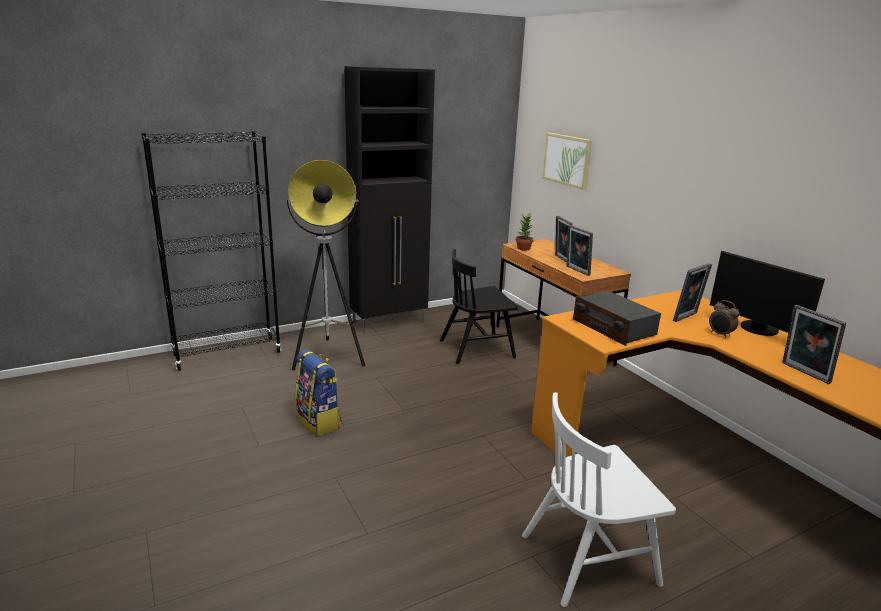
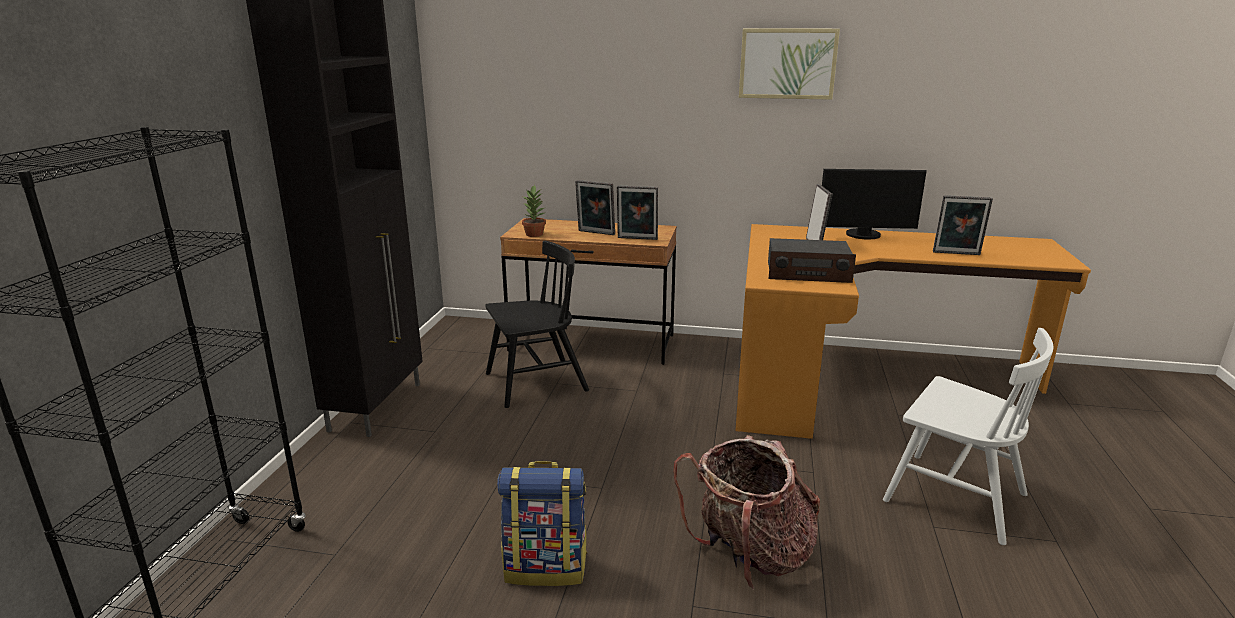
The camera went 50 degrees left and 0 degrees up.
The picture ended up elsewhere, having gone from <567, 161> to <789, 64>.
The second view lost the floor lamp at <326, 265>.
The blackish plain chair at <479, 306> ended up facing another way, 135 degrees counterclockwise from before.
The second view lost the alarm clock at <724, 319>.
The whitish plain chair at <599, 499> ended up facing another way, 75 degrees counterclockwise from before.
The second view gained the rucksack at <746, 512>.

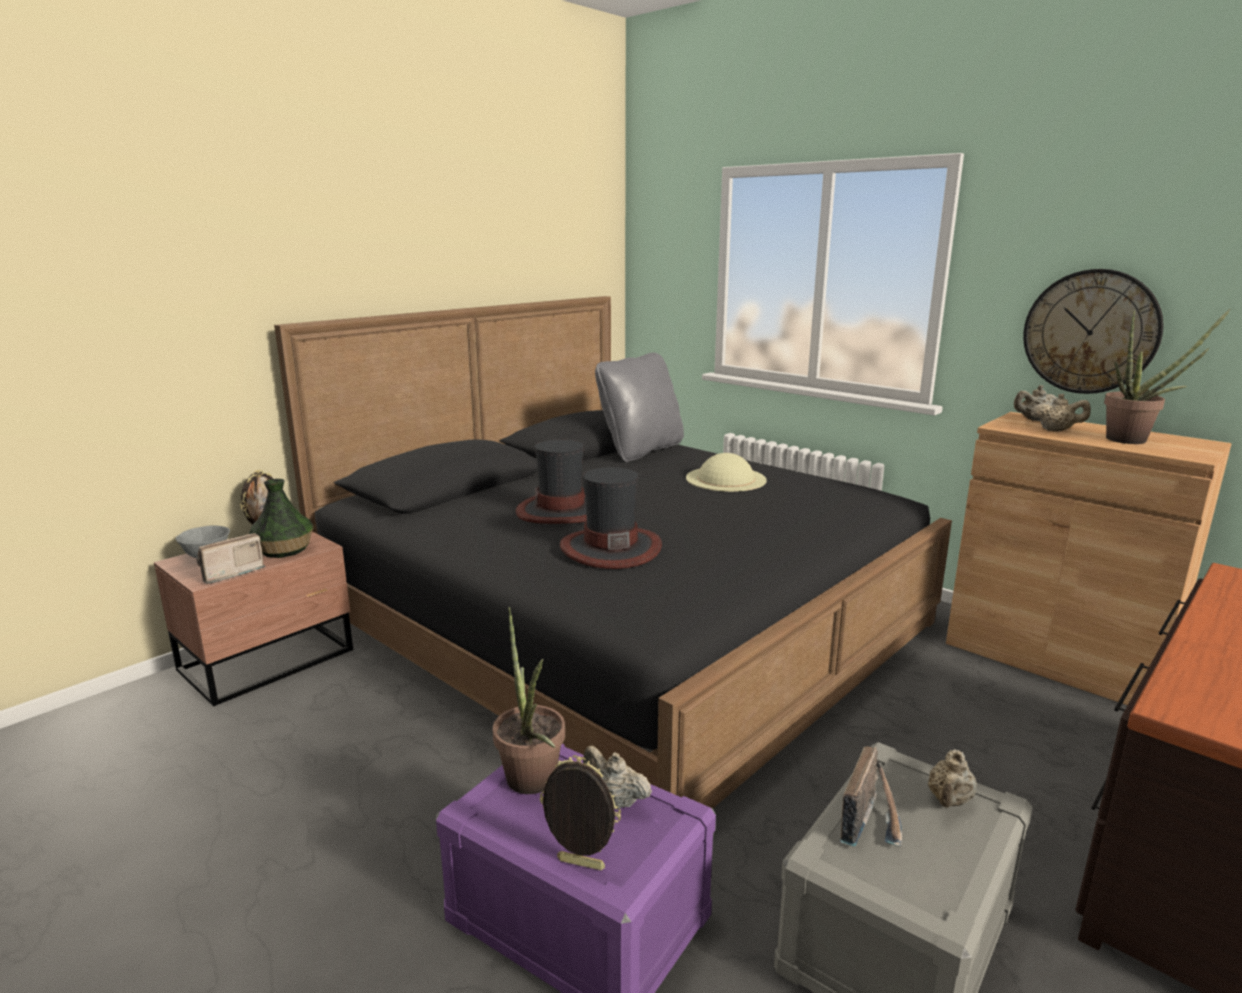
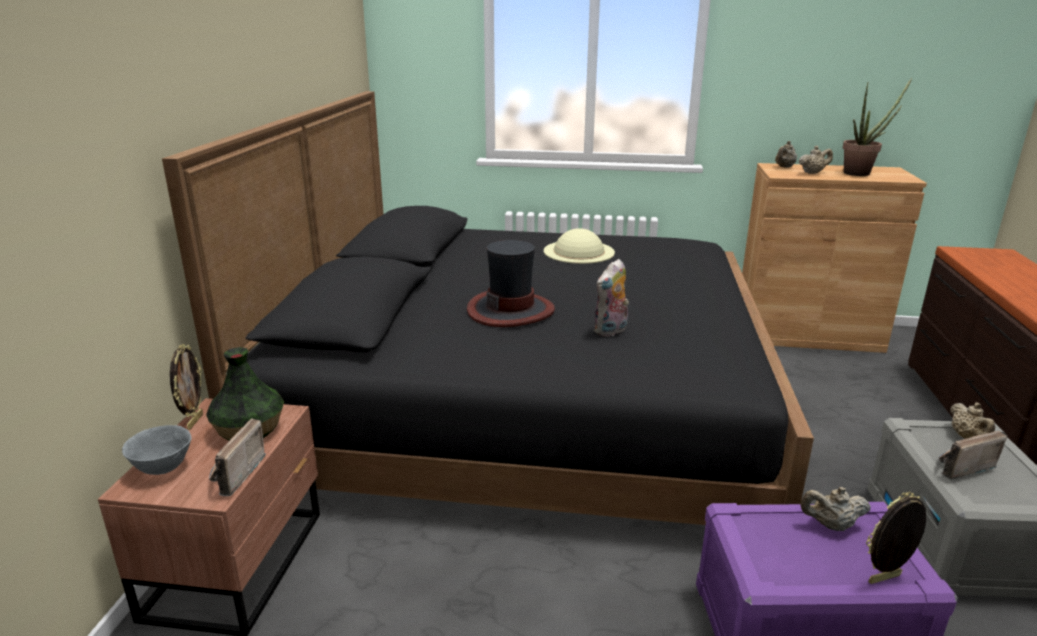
The camera went 35 degrees left and 5 degrees up.
The second view lost the clock on the wall at <1093, 331>.
The second view lost the gray pillow at <639, 407>.
Where the hat stood at <611, 518>, the soft toy came to stand at <611, 298>.
The second view lost the plant in a pot at <529, 700>.
The radio receiver at <870, 796> ended up facing another way, 105 degrees counterclockwise from before.

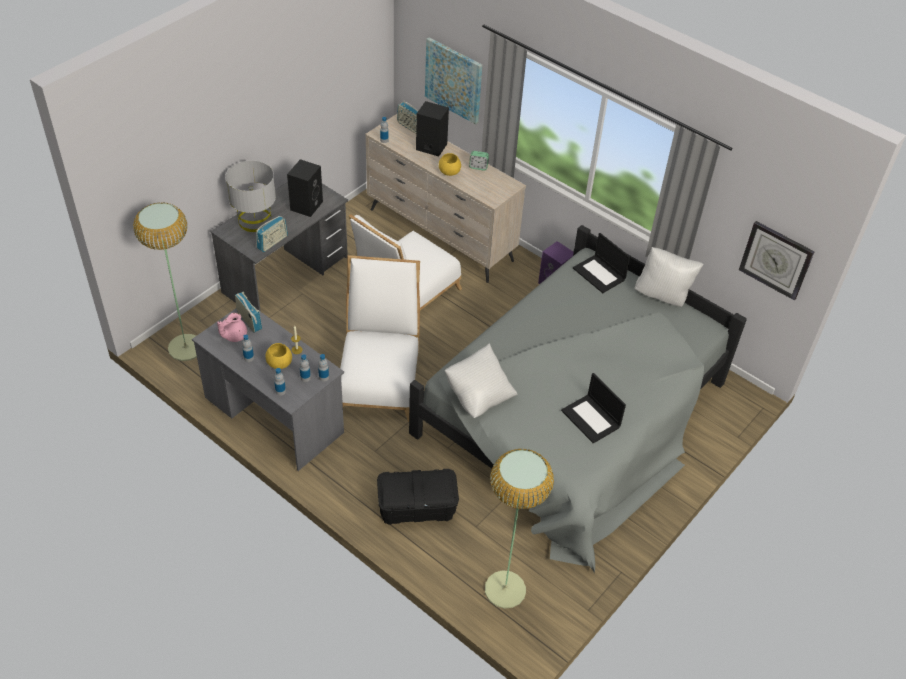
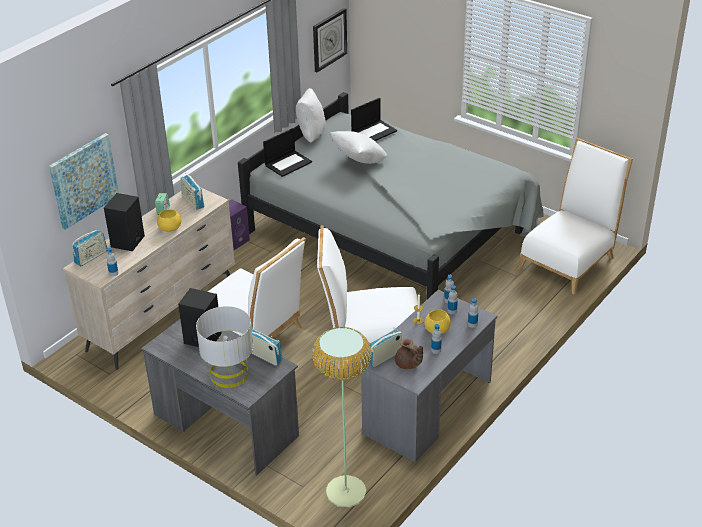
The camera went 90 degrees left and 10 degrees down.
What was the pinkish pot for tea at <232, 327> turned into the brown pot for tea at <409, 354>.
The whitish pillow ended up elsewhere, having gone from <481, 380> to <359, 147>.
The portable computer ended up elsewhere, having gone from <593, 408> to <374, 119>.
Where the floor lamp stood at <519, 529>, the whitish plain chair came to stand at <575, 216>.
The second view lost the blackish storage bin at <418, 497>.
The second view gained the radio receiver at <192, 191>.

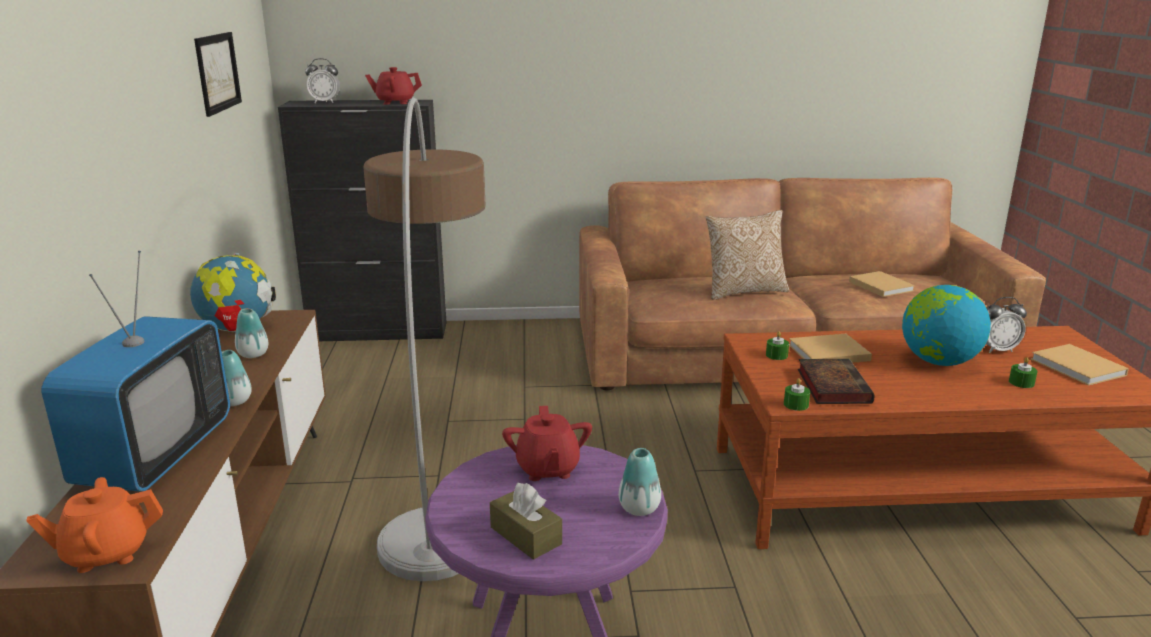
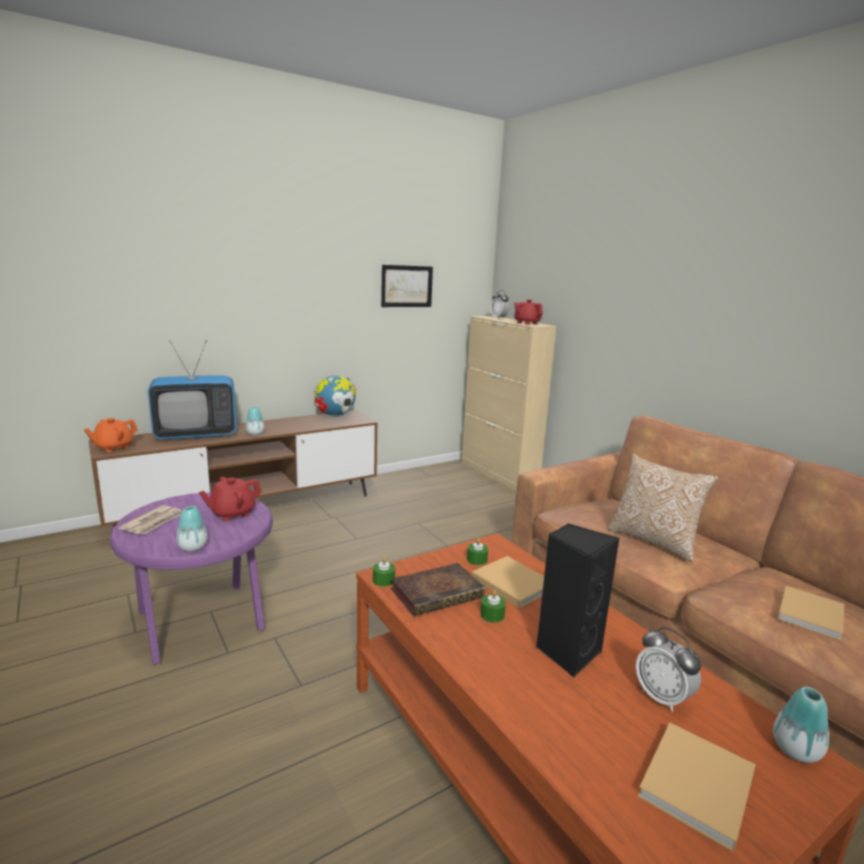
The camera went 60 degrees right and 5 degrees down.
The second view lost the floor lamp at <424, 339>.
What was the blackish storage cabinet at <362, 220> turned into the sand-coloured storage cabinet at <509, 404>.
Where the desk globe stood at <946, 325>, the blackish loudspeaker came to stand at <577, 600>.
The flower vase ended up elsewhere, having gone from <251, 333> to <801, 725>.
The green-coloured candle ended up elsewhere, having gone from <1023, 372> to <493, 606>.
The orange-coloured pot for tea at <94, 525> ended up facing another way, 90 degrees counterclockwise from before.
Where the brown tissue box stood at <526, 521>, the newspaper came to stand at <150, 519>.

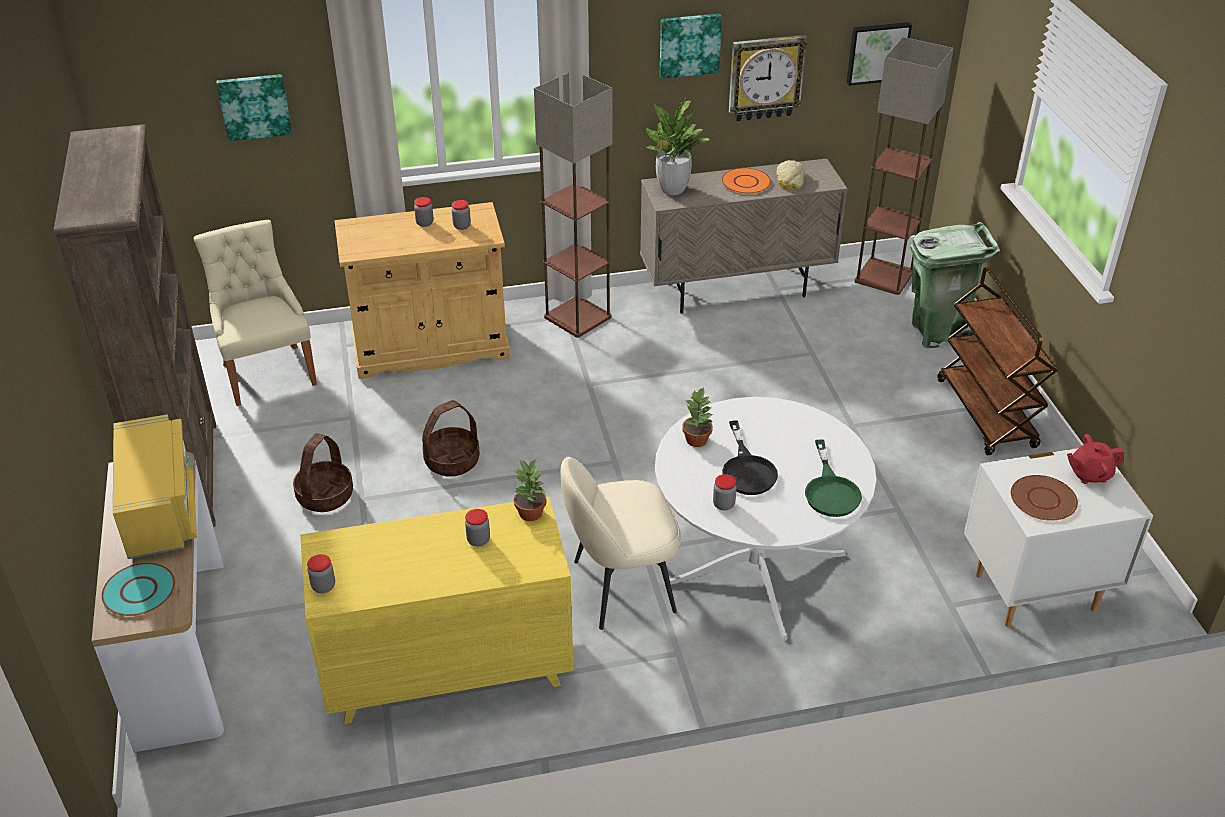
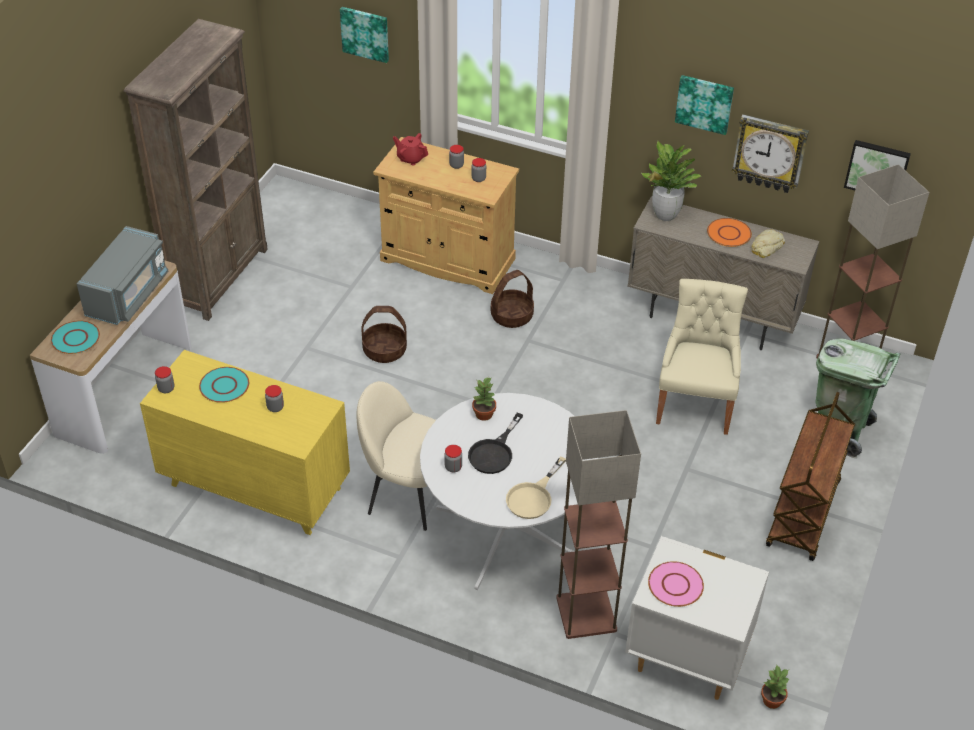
The camera went 35 degrees right and 5 degrees up.
The floor lamp ended up elsewhere, having gone from <573, 205> to <598, 524>.
The sand-coloured plain chair ended up elsewhere, having gone from <255, 313> to <702, 357>.
What was the yellowish kitchen microwave at <155, 486> turned into the gray kitchen microwave at <122, 275>.
The household basket ended up elsewhere, having gone from <323, 472> to <512, 299>.
The red pot for tea ended up elsewhere, having gone from <1095, 459> to <410, 149>.
What was the green-coloured skillet at <833, 478> turned into the sand-coloured skillet at <536, 487>.
The plant in a pot ended up elsewhere, having gone from <530, 490> to <775, 687>.
What was the brown plate at <1044, 498> turned into the pinkish plate at <676, 584>.
The second view gained the turquoise plate at <224, 385>.

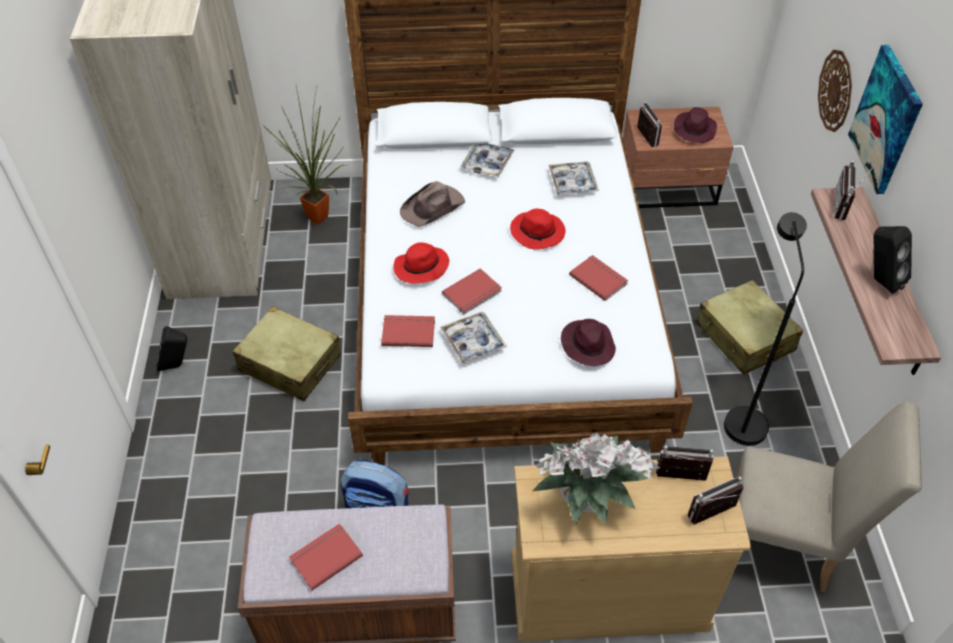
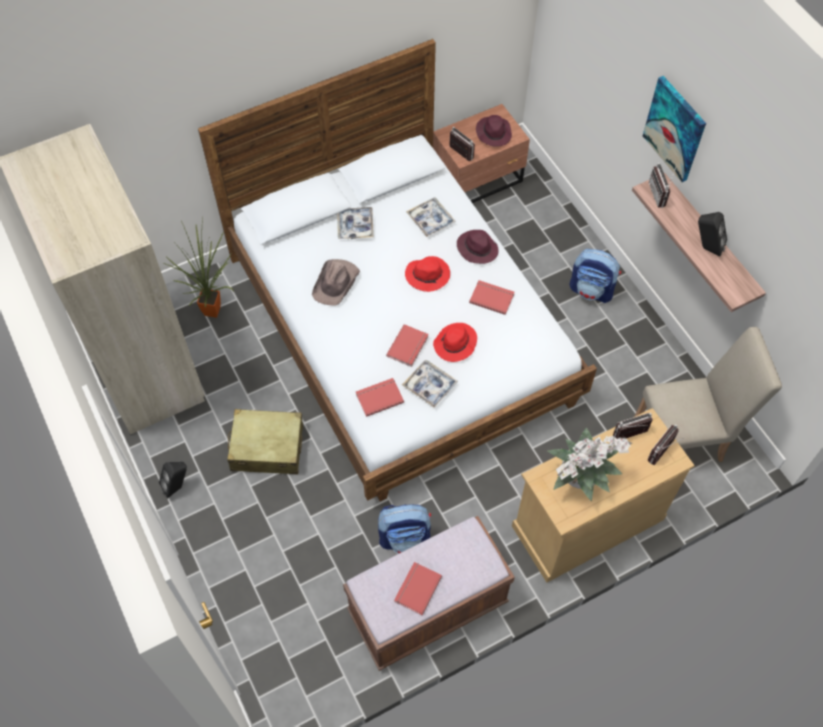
The camera went 25 degrees left and 10 degrees up.
The second view lost the clock on the wall at <835, 91>.
The second view lost the blackish floor lamp at <765, 329>.
The red hat ended up elsewhere, having gone from <421, 262> to <455, 342>.
Where the sand-coloured suitcase stood at <749, 327>, the rucksack came to stand at <595, 276>.
The purple-coloured hat ended up elsewhere, having gone from <588, 342> to <478, 247>.

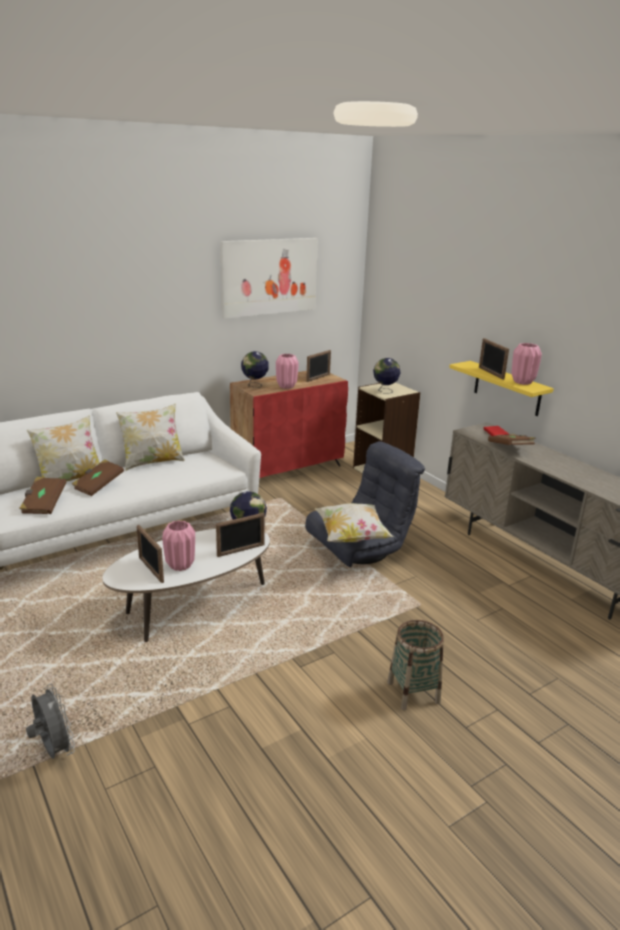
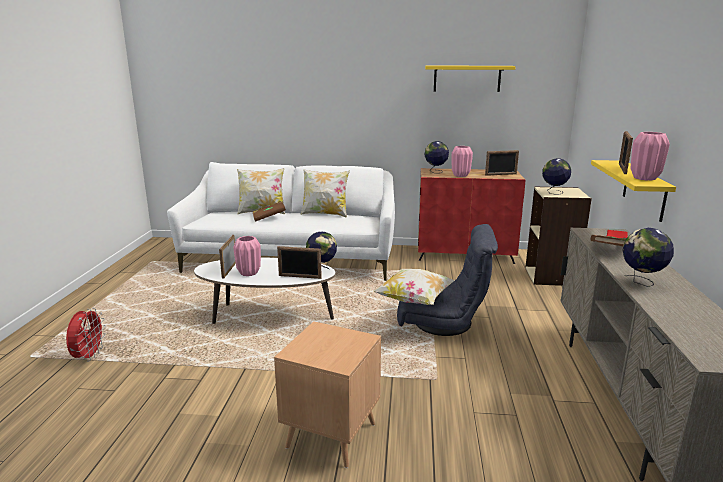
The camera went 40 degrees right and 5 degrees down.
Where the picture hung at <269, 278>, the yellowish wall shelf came to hang at <470, 79>.
The second view lost the brown bound book at <43, 495>.
Where the household basket stood at <416, 665>, the brown accent table came to stand at <327, 394>.
What was the gray cooling fan at <50, 721> turned into the red cooling fan at <86, 334>.
The second view gained the desk globe at <648, 257>.

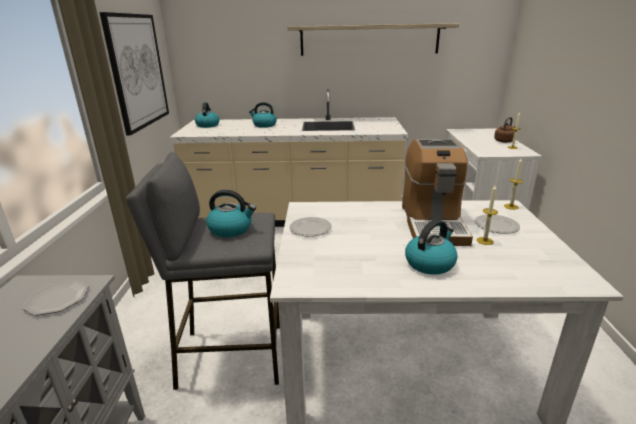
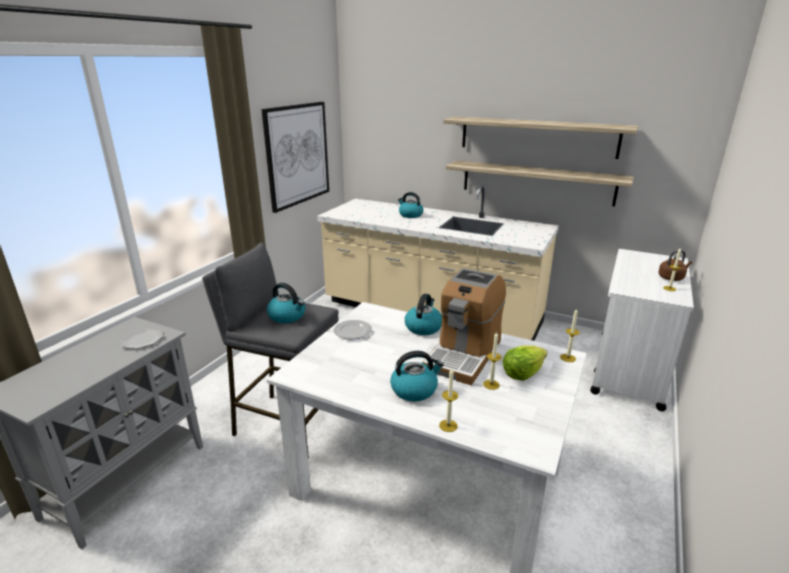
The camera went 25 degrees right and 0 degrees up.
The tea kettle ended up elsewhere, having gone from <207, 115> to <423, 314>.
Where the plate stood at <497, 224>, the lettuce head came to stand at <524, 363>.
The second view gained the wall shelf at <540, 184>.
The second view gained the candle at <448, 400>.

